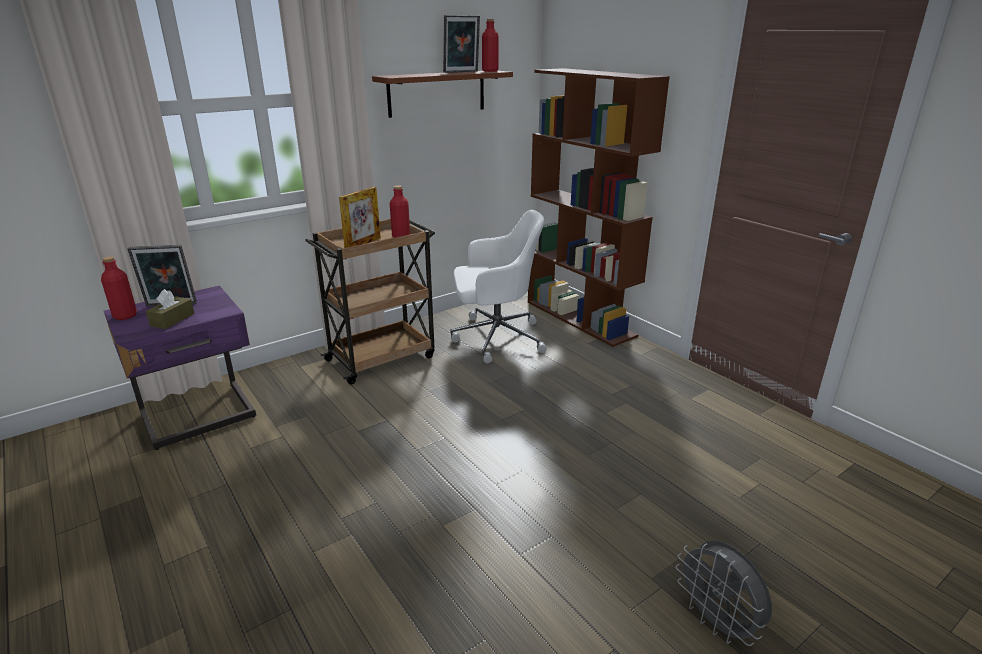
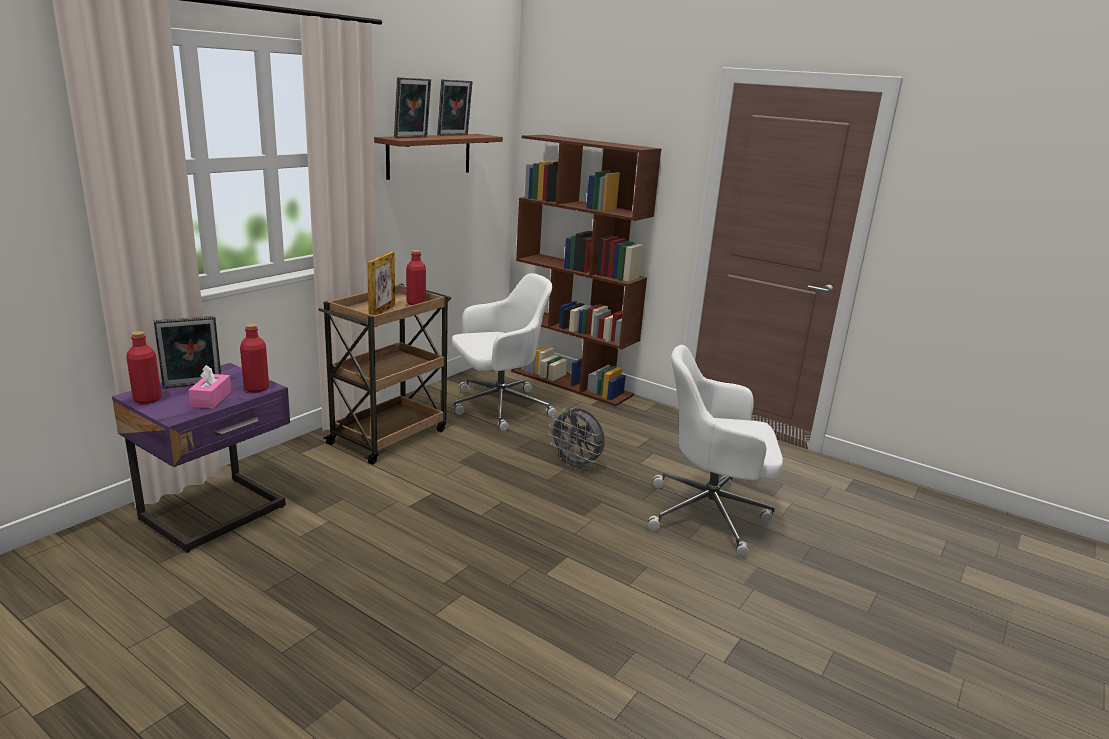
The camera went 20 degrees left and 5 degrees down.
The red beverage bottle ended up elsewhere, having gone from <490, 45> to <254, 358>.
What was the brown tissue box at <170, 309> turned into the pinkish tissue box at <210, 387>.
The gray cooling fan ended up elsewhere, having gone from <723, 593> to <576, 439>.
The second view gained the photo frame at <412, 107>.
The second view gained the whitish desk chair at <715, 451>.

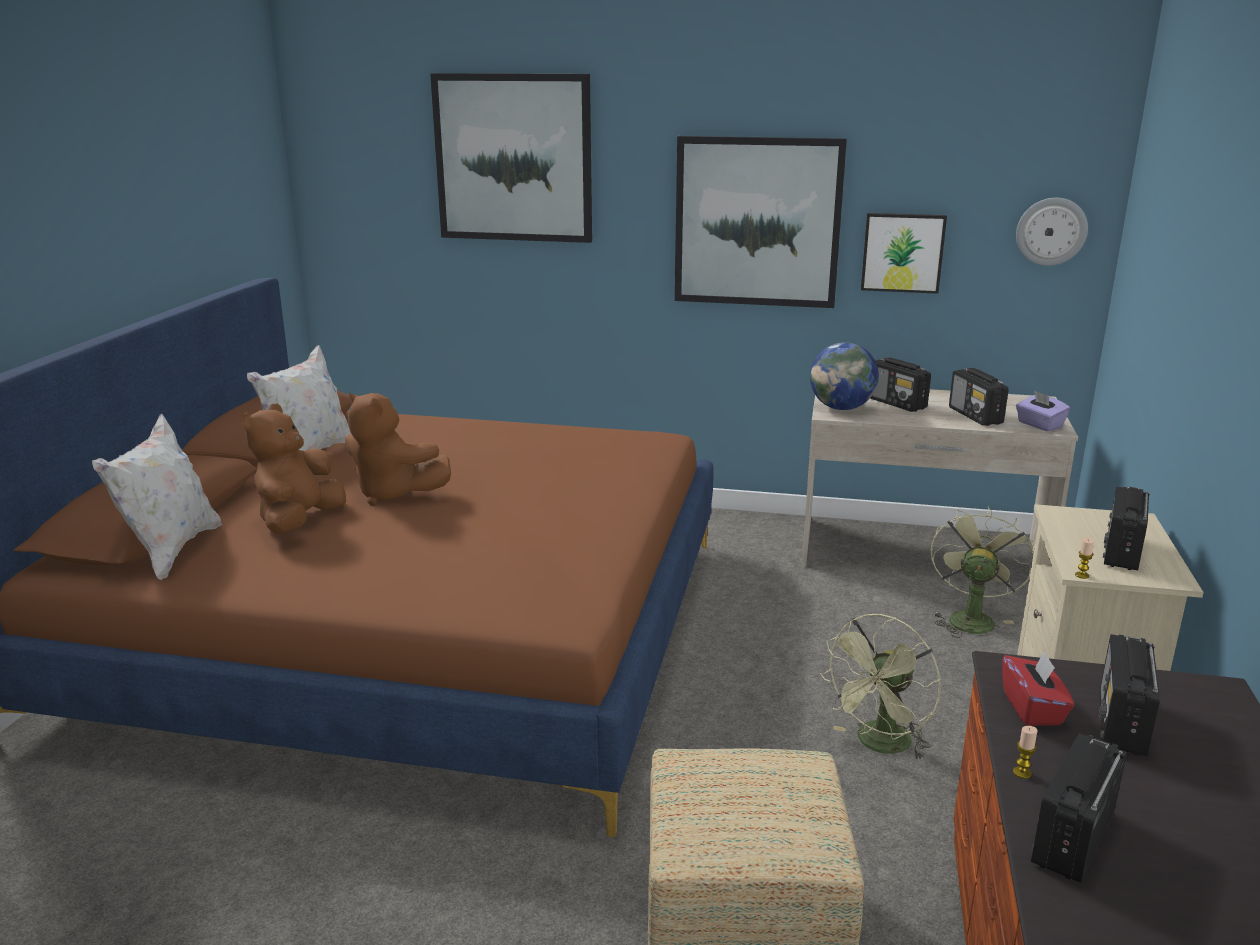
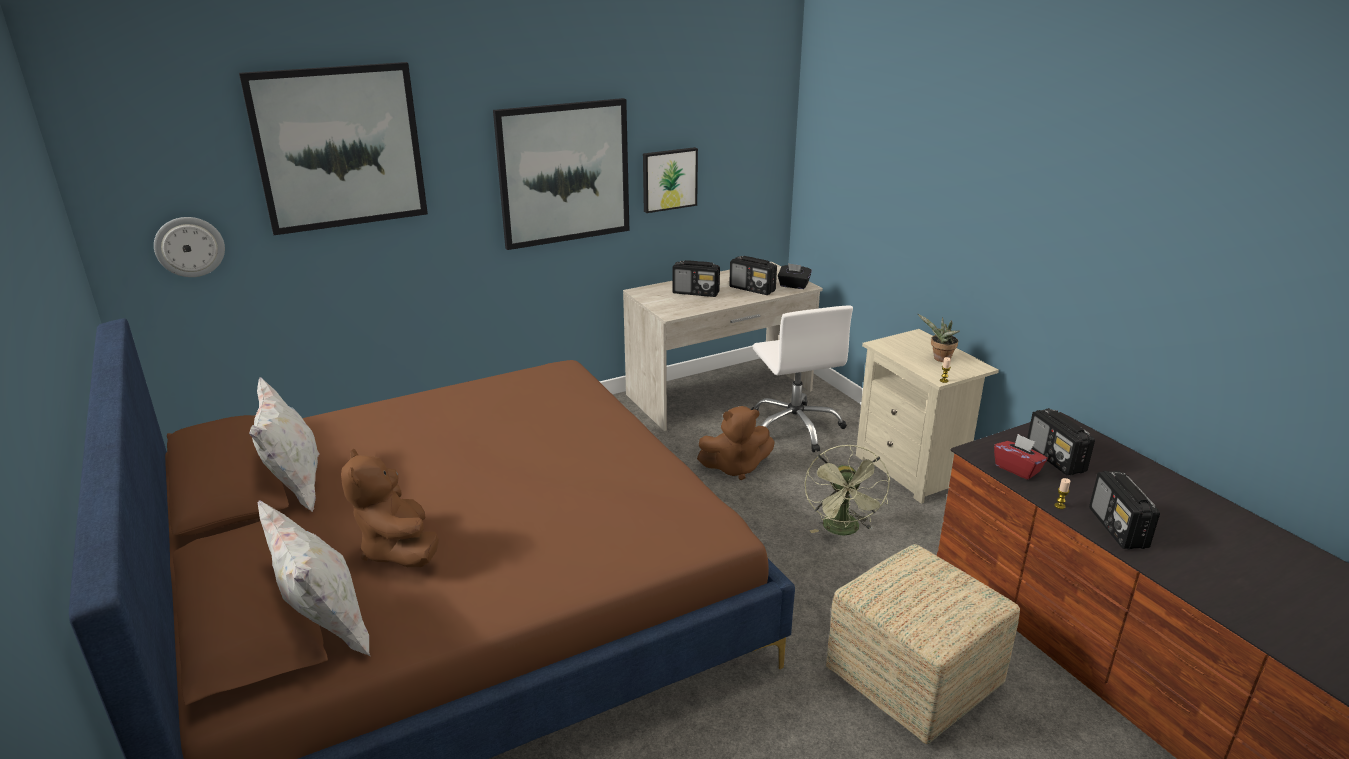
The camera went 40 degrees left and 5 degrees up.
The clock on the wall ended up elsewhere, having gone from <1052, 232> to <189, 247>.
The second view lost the desk globe at <844, 376>.
What was the purple-coloured tissue box at <1043, 410> turned into the blackish tissue box at <795, 276>.
The brown soft toy ended up elsewhere, having gone from <398, 449> to <736, 443>.
Where the radio receiver stood at <1126, 528>, the plant in a pot came to stand at <939, 338>.
Where the green-coloured cooling fan stood at <982, 572>, the whitish desk chair came to stand at <802, 378>.

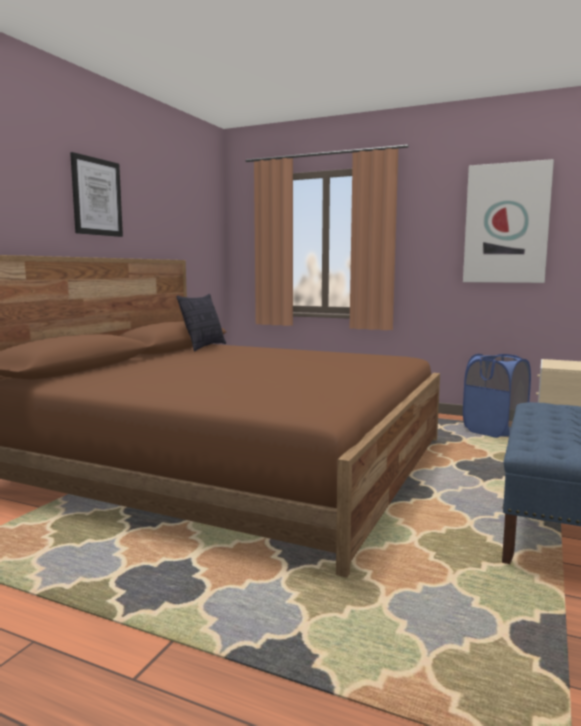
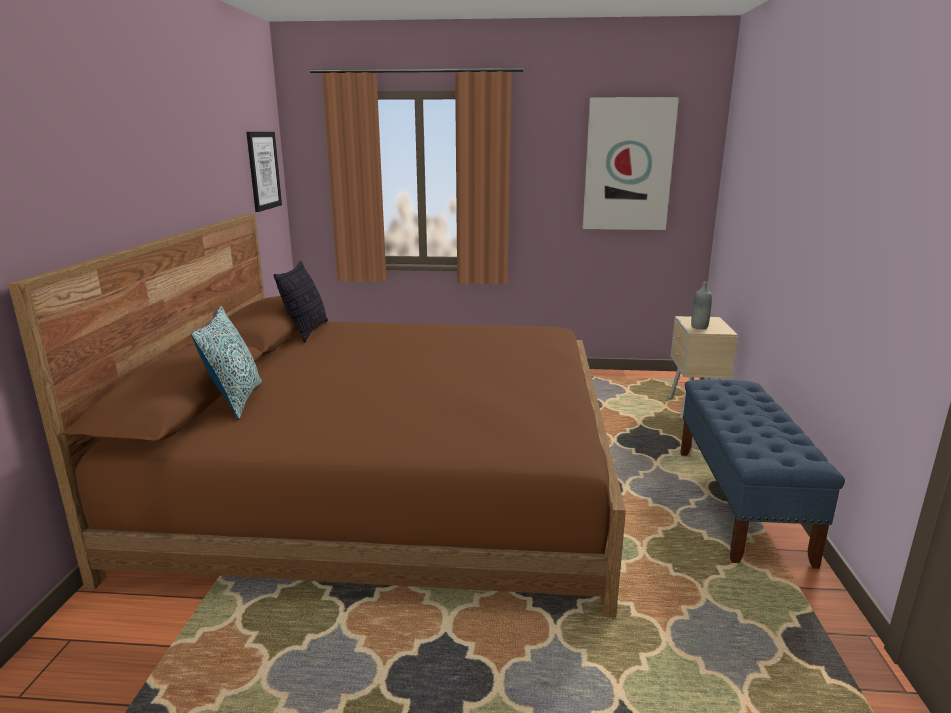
The camera went 20 degrees left and 10 degrees up.
The picture ended up elsewhere, having gone from <96, 194> to <264, 172>.
The second view lost the blue laundry basket at <497, 396>.
The second view gained the gray beverage bottle at <701, 305>.
The second view gained the pillow at <226, 363>.

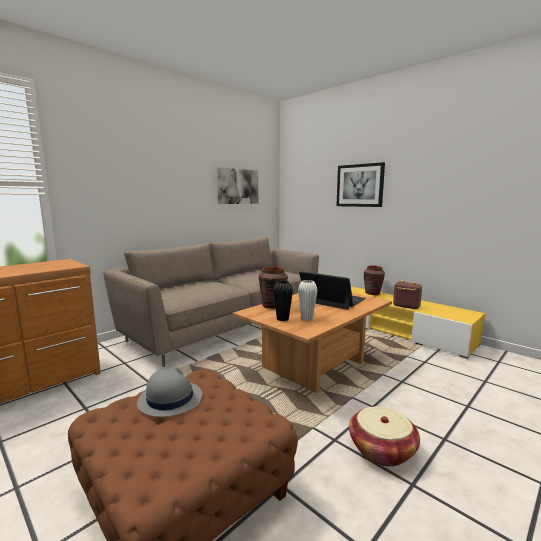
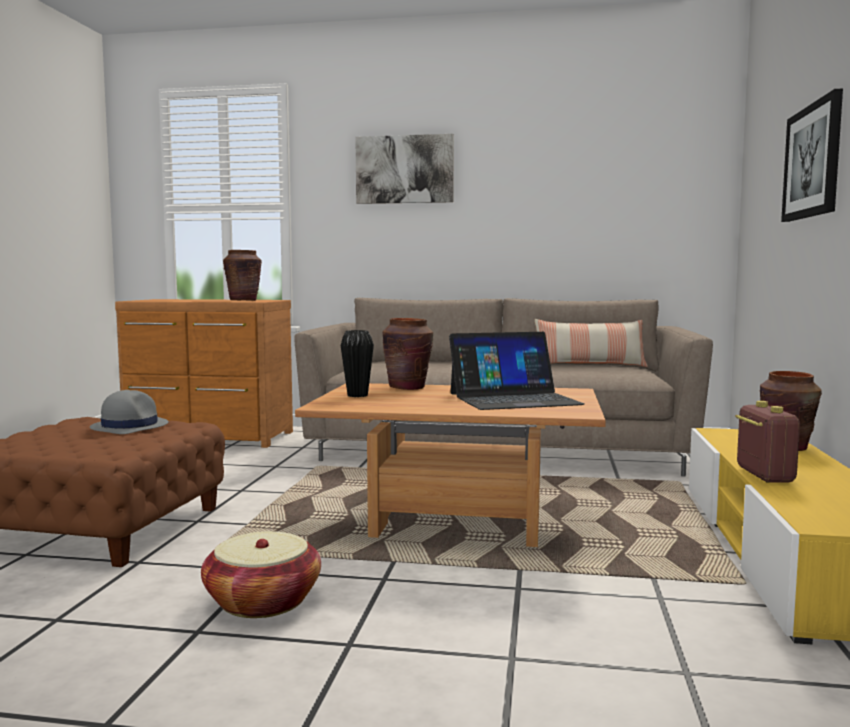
The camera went 55 degrees right and 5 degrees down.
The picture ended up elsewhere, having gone from <237, 185> to <404, 169>.
The portable computer at <332, 290> ended up facing another way, 75 degrees clockwise from before.
The second view lost the whitish flower vase at <308, 300>.
The second view gained the brown flower vase at <242, 275>.
The second view gained the pillow at <591, 343>.

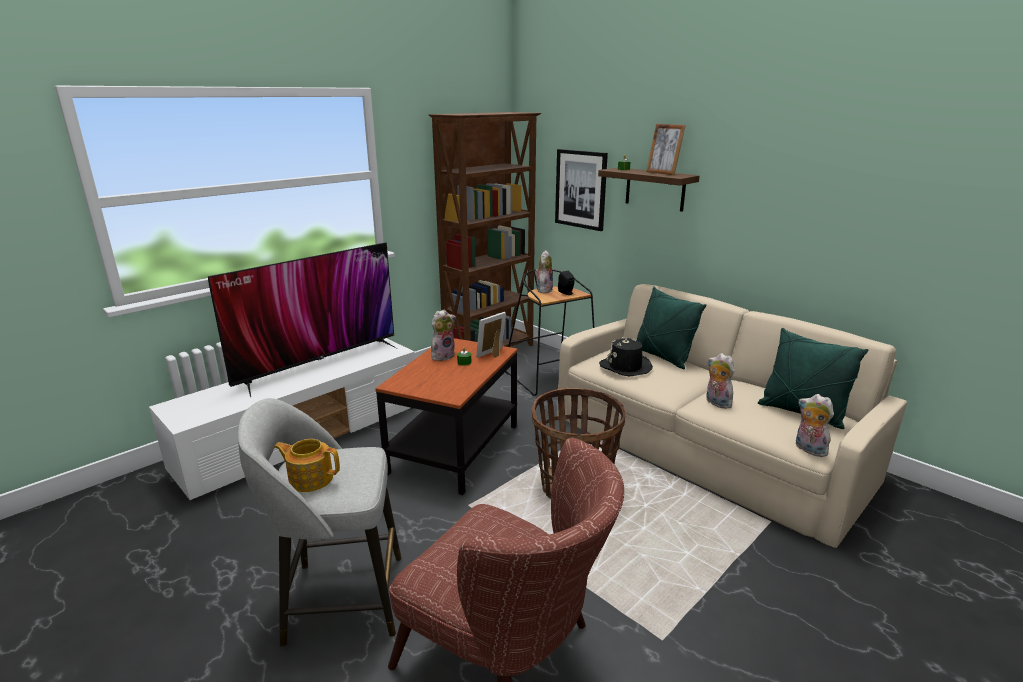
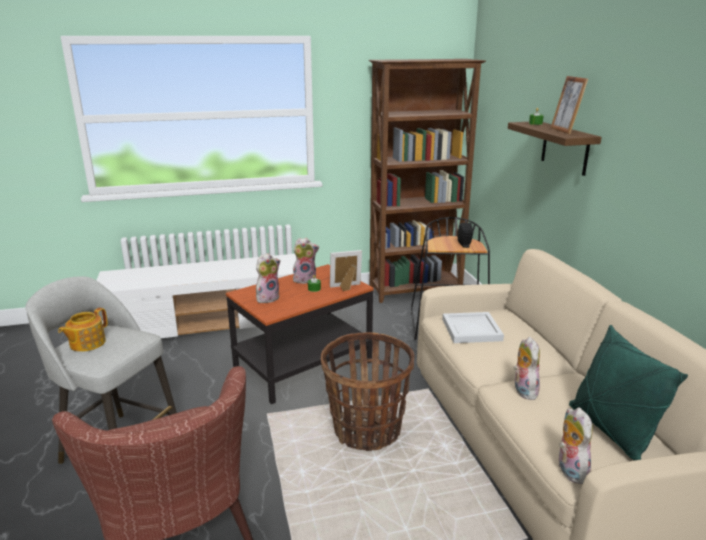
The camera went 30 degrees right and 0 degrees up.
The second view lost the picture at <581, 190>.
The second view lost the TV set at <302, 319>.
The soft toy ended up elsewhere, having gone from <544, 271> to <268, 278>.
The second view lost the green-coloured pillow at <671, 328>.
Where the blackish hat stood at <626, 356>, the whitish carrying tray came to stand at <473, 327>.
The pot for tea at <307, 465> ended up facing another way, 105 degrees counterclockwise from before.

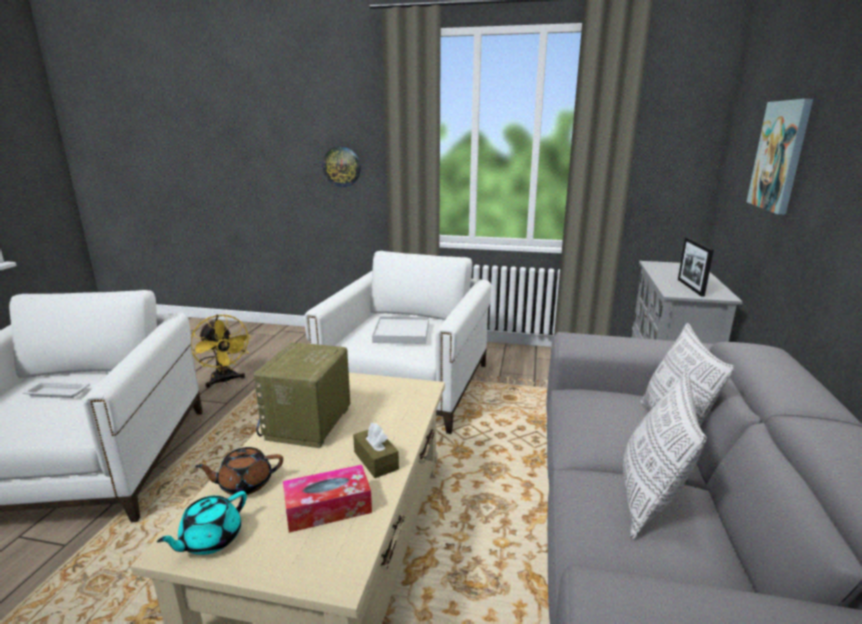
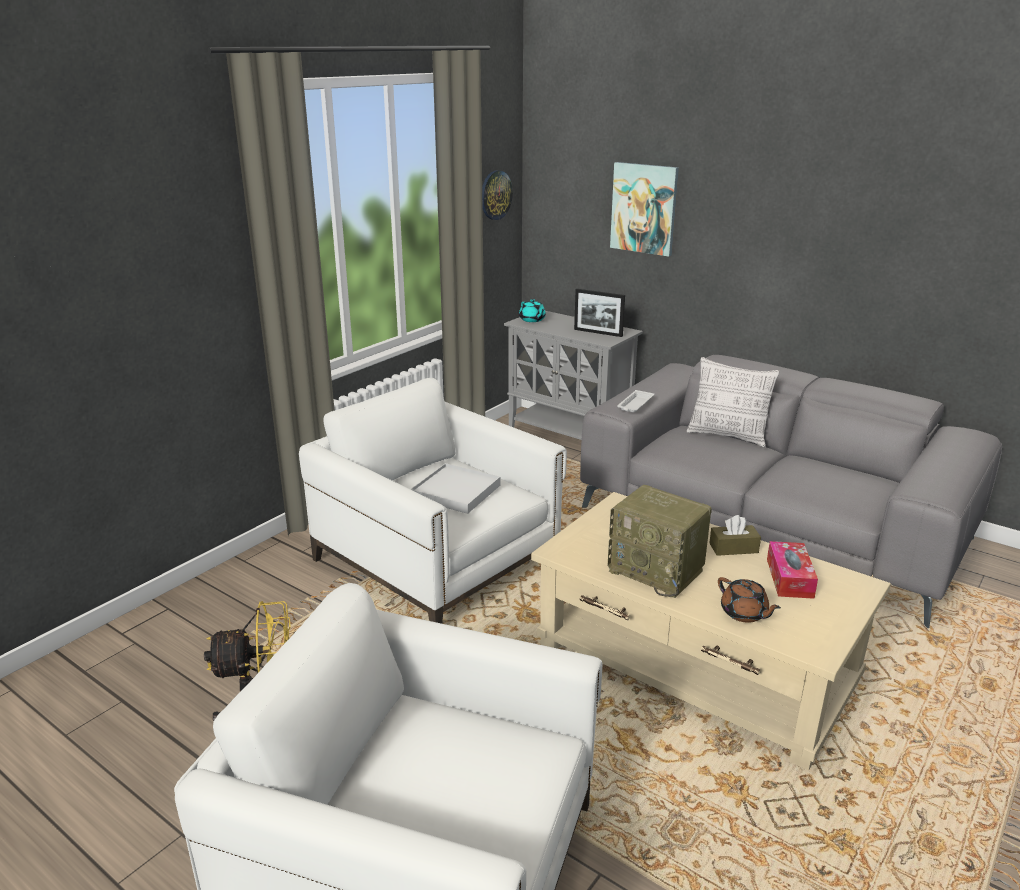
The camera went 65 degrees left and 5 degrees up.
The clock on the wall ended up elsewhere, having gone from <341, 166> to <497, 195>.
The second view lost the pillow at <665, 455>.
The whitish carrying tray ended up elsewhere, having gone from <56, 390> to <635, 401>.
The brown pot for tea at <239, 471> ended up facing another way, 45 degrees counterclockwise from before.
The turquoise pot for tea ended up elsewhere, having gone from <202, 523> to <532, 310>.

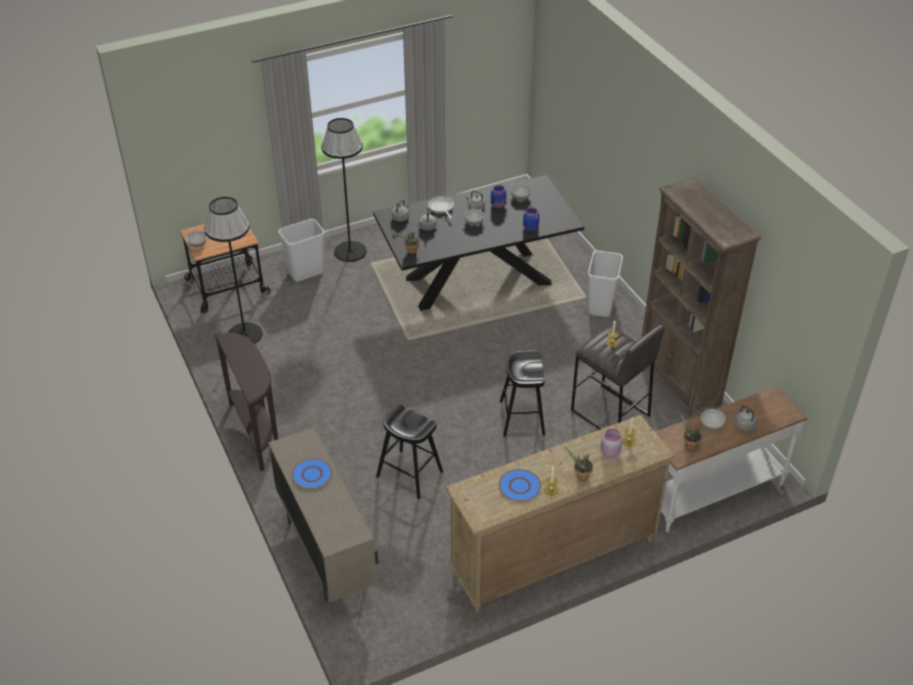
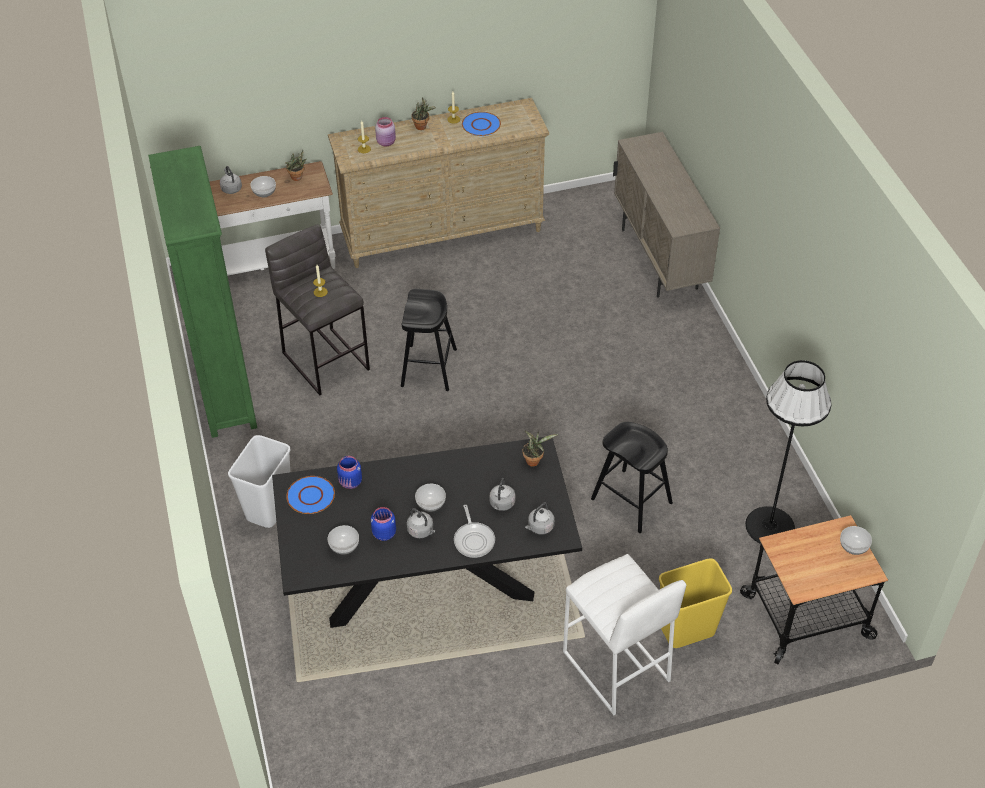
The camera went 170 degrees left and 5 degrees up.
Where the blackish floor lamp stood at <344, 190>, the whitish stool came to stand at <624, 634>.
What was the brown shelving unit at <701, 297> turned into the green-coloured shelving unit at <202, 292>.
What was the whitish waste bin at <301, 250> turned into the yellowish waste bin at <695, 603>.
The second view lost the brown console table at <246, 402>.
The blackish stool ended up elsewhere, having gone from <409, 451> to <632, 477>.
The blue plate ended up elsewhere, having gone from <312, 473> to <310, 495>.

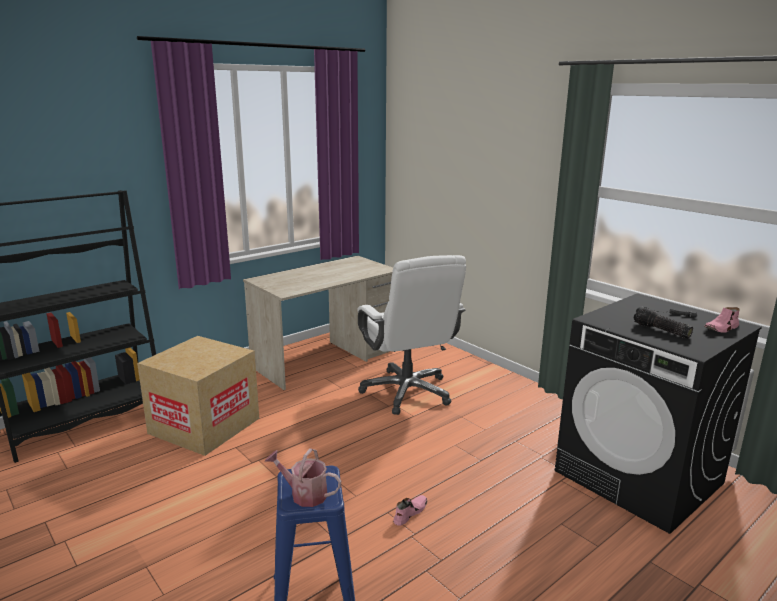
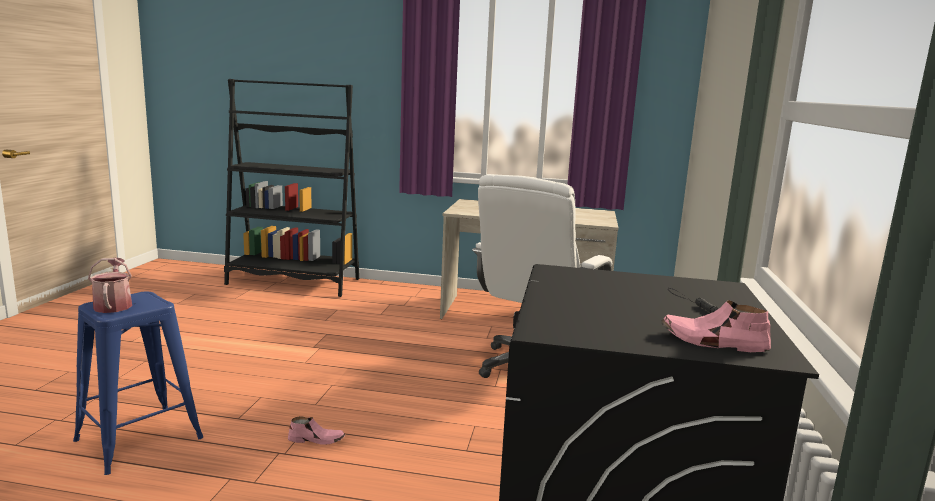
The camera went 50 degrees right and 5 degrees down.
The second view lost the flashlight at <663, 322>.
The second view lost the cardboard box at <198, 396>.

